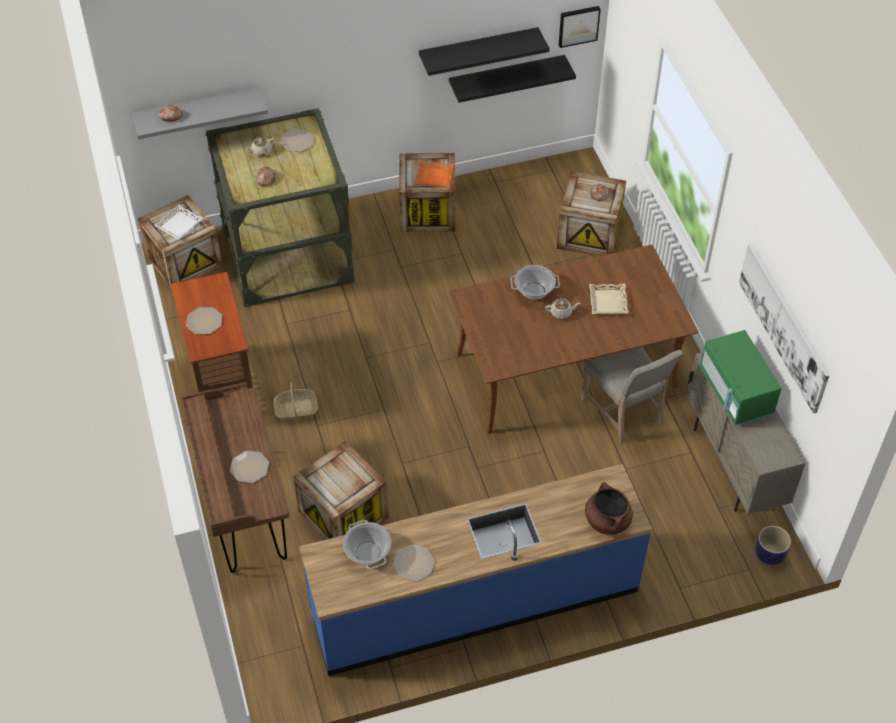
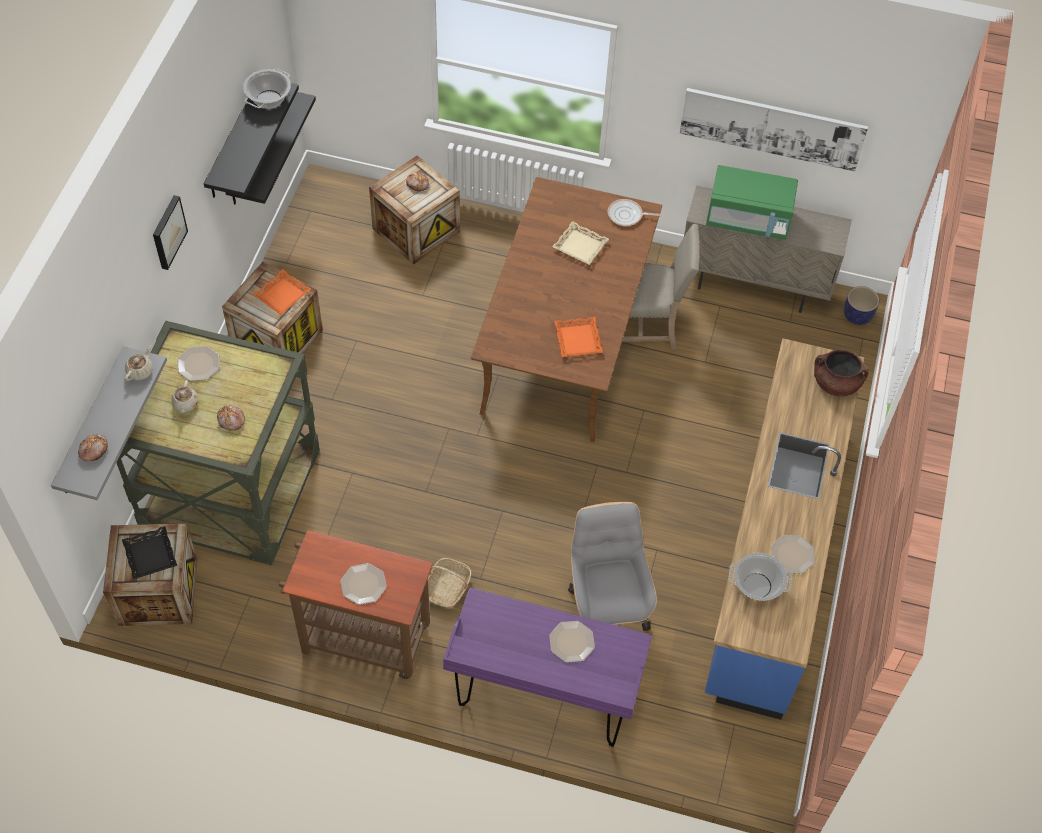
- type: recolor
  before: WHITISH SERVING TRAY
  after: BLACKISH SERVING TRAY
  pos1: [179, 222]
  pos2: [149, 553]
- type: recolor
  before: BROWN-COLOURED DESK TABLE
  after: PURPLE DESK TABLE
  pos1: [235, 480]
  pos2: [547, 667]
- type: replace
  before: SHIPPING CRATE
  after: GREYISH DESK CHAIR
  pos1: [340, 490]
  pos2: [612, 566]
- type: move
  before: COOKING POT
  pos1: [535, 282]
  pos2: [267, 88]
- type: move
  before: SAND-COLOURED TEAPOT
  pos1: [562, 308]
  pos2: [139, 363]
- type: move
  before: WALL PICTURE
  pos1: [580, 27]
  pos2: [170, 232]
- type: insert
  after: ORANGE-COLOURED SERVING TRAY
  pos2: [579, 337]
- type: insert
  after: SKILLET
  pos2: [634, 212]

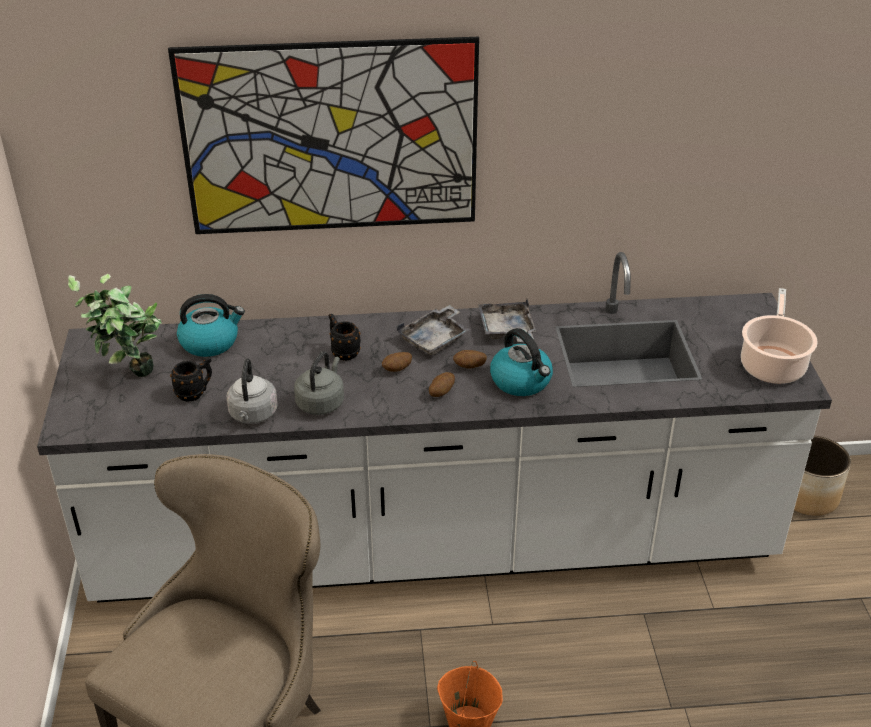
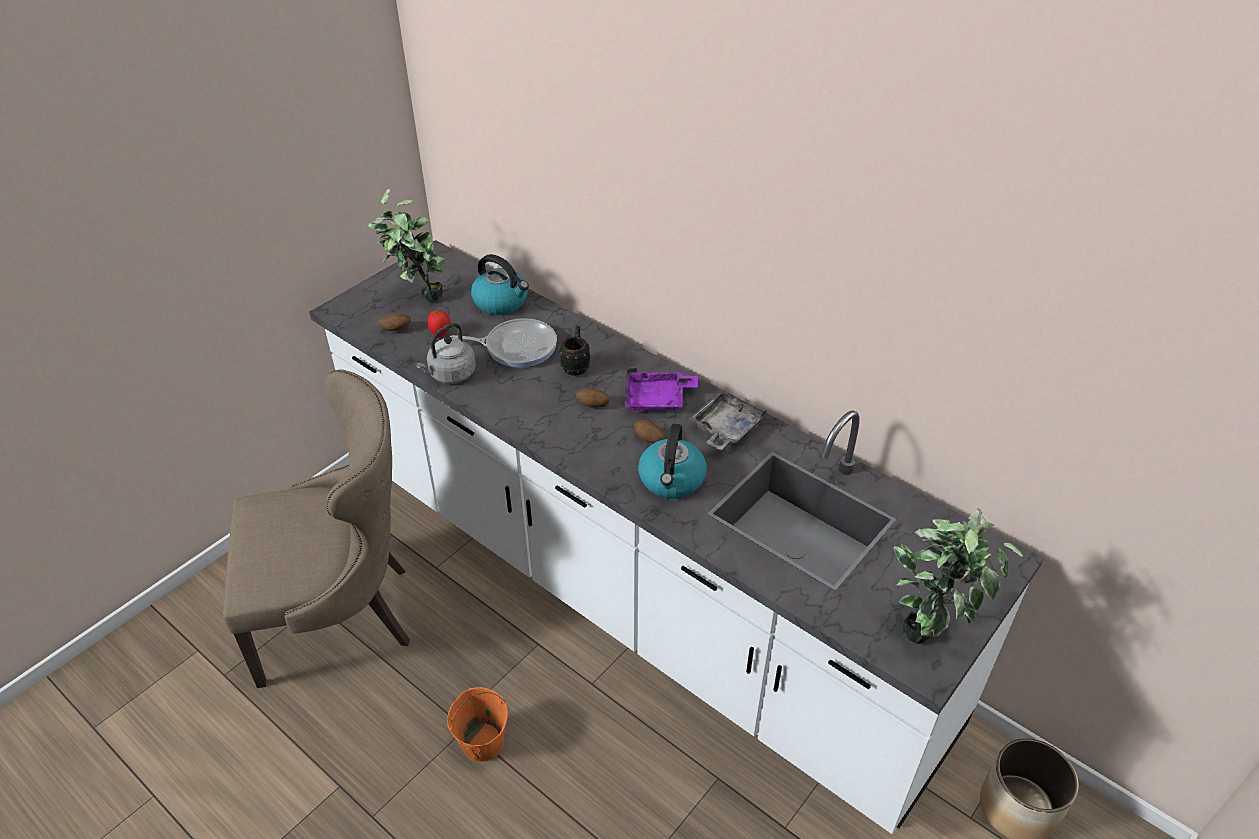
- type: delete
  before: WALL PICTURE
  pos1: [323, 135]
- type: replace
  before: BLACKISH TEA MUG
  after: FRESH TOMATO
  pos1: [191, 379]
  pos2: [439, 324]
- type: delete
  before: GREYISH KETTLE
  pos1: [319, 383]
- type: recolor
  before: GREYISH SERVING TRAY
  after: PURPLE SERVING TRAY
  pos1: [433, 330]
  pos2: [661, 389]
- type: move
  before: POTATO
  pos1: [442, 384]
  pos2: [395, 322]
- type: replace
  before: COOKING POT
  after: HOUSEPLANT
  pos1: [779, 336]
  pos2: [958, 576]
- type: insert
  after: SKILLET
  pos2: [503, 343]

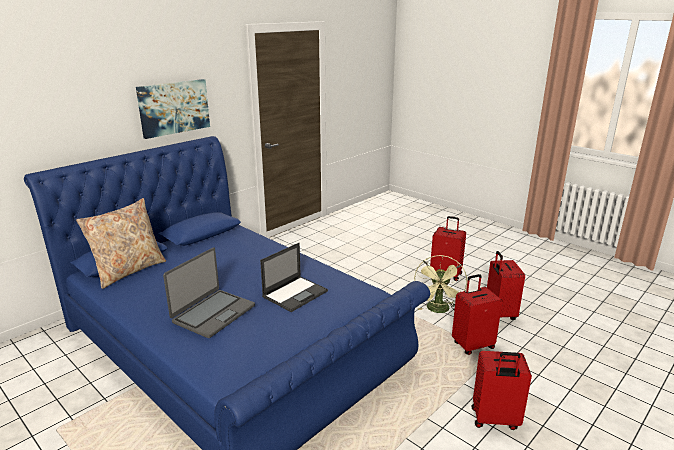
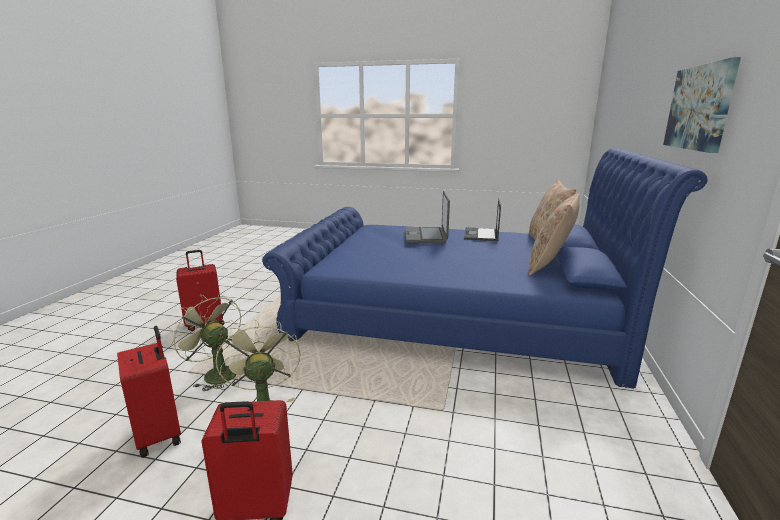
- type: move
  before: NOTEBOOK COMPUTER
  pos1: [294, 277]
  pos2: [482, 220]
- type: replace
  before: REDDISH PIECE OF LUGGAGE
  after: GREEN-COLOURED COOLING FAN
  pos1: [477, 314]
  pos2: [205, 342]
- type: insert
  after: SAND-COLOURED CUSHION
  pos2: [554, 234]

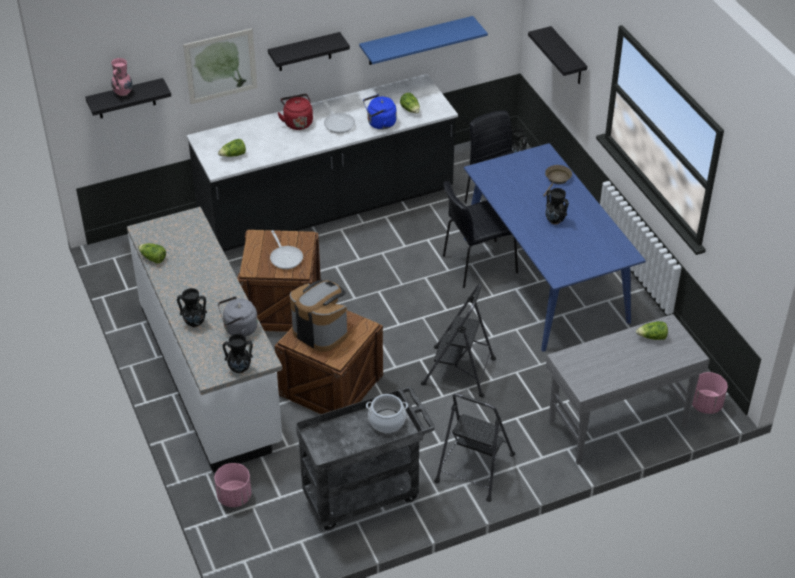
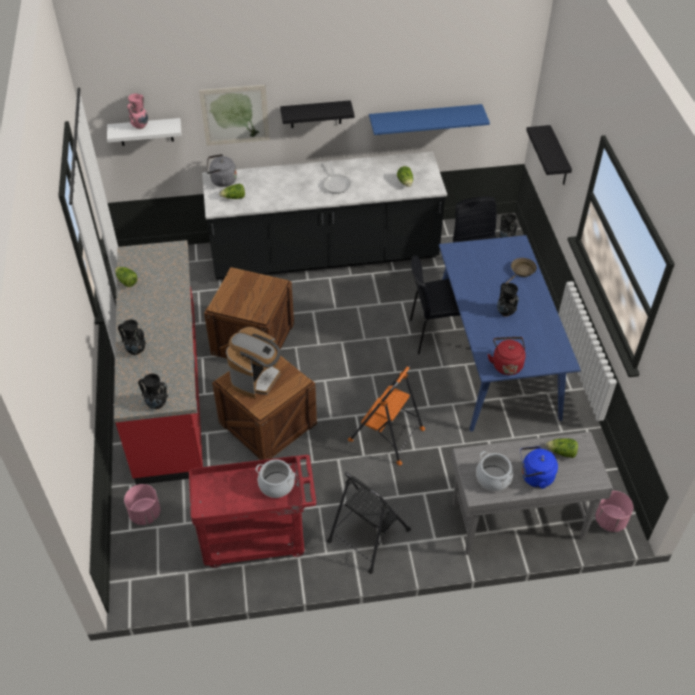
- type: recolor
  before: BLACKISH BRACKET SHELF
  after: WHITISH BRACKET SHELF
  pos1: [128, 98]
  pos2: [144, 132]
- type: recolor
  before: WHITISH KITCHEN COUNTER
  after: REDDISH KITCHEN COUNTER
  pos1: [205, 339]
  pos2: [158, 362]
- type: move
  before: GREYISH KETTLE
  pos1: [238, 316]
  pos2: [221, 170]
- type: delete
  before: SKILLET
  pos1: [286, 249]
- type: move
  before: REDDISH KETTLE
  pos1: [295, 112]
  pos2: [507, 356]
- type: rotate
  before: COFFEE MACHINE
  pos1: [319, 316]
  pos2: [253, 362]
  turn: 60
- type: recolor
  before: BLACKISH WHEELED CART
  after: REDDISH WHEELED CART
  pos1: [365, 459]
  pos2: [252, 511]
- type: move
  before: BLUE-COLOURED KETTLE
  pos1: [380, 112]
  pos2: [539, 467]
- type: recolor
  before: BLACKISH STEP LADDER
  after: ORANGE-COLOURED STEP LADDER
  pos1: [458, 340]
  pos2: [386, 414]
- type: insert
  after: COOKING POT
  pos2: [494, 471]

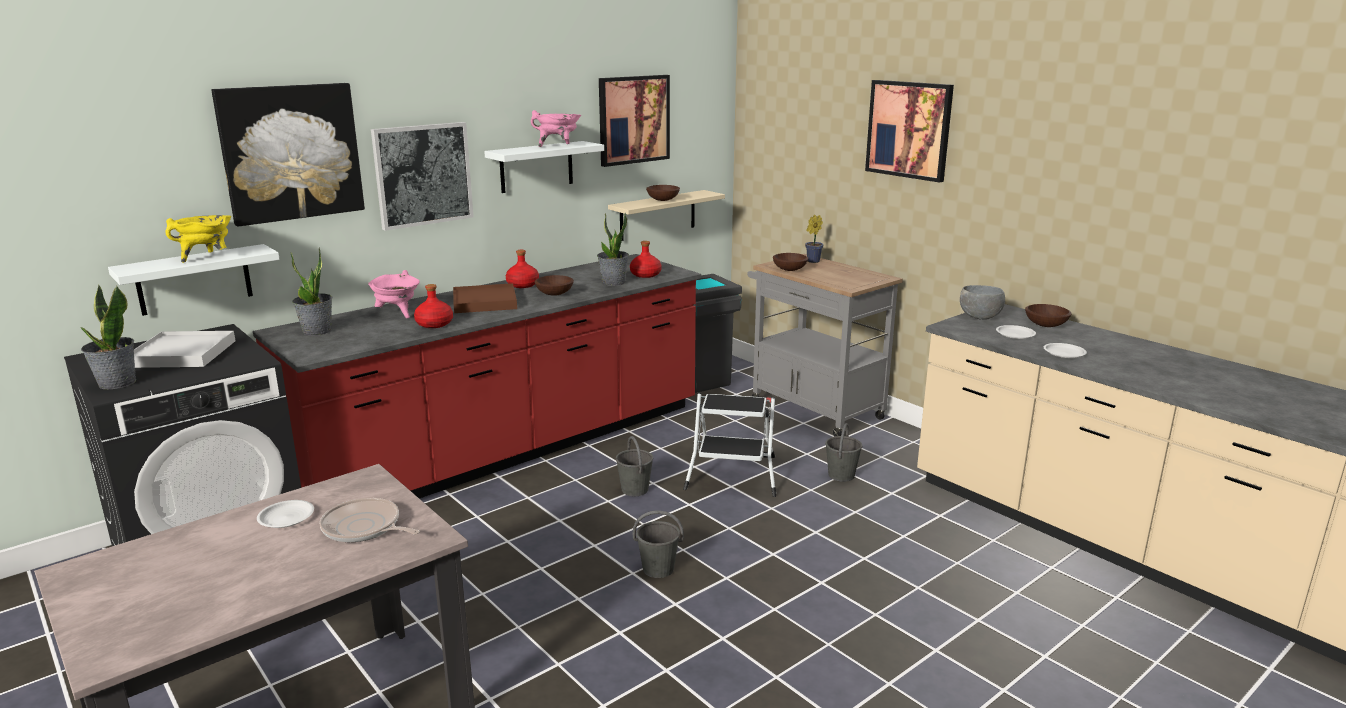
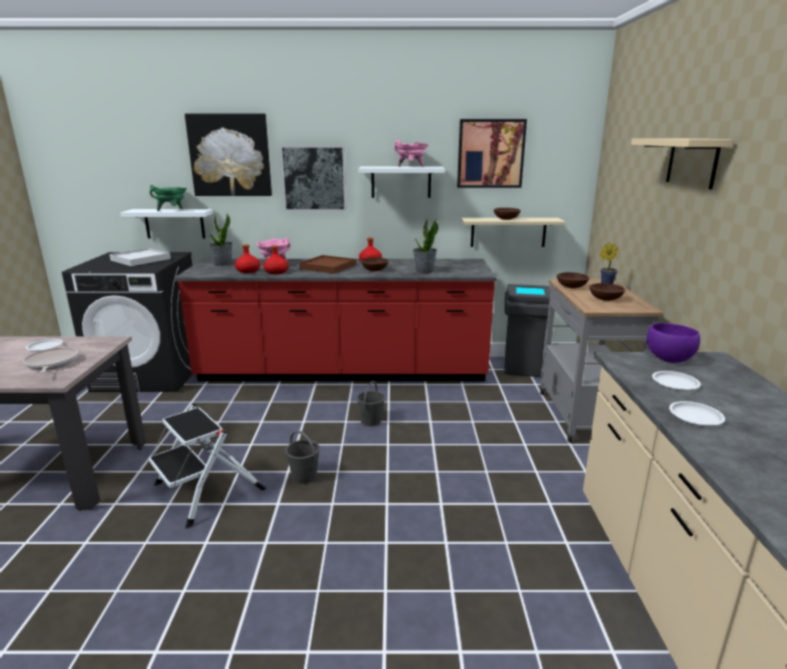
- type: delete
  before: HOUSEPLANT
  pos1: [108, 336]
- type: recolor
  before: YELLOWISH COOKING POT
  after: GREEN-COLOURED COOKING POT
  pos1: [198, 239]
  pos2: [168, 198]
- type: move
  before: REDDISH DRINK BOTTLE
  pos1: [646, 259]
  pos2: [247, 258]
- type: move
  before: STEP LADDER
  pos1: [729, 444]
  pos2: [207, 466]
- type: delete
  before: GREYISH PAIL
  pos1: [843, 452]
- type: replace
  before: WALL PICTURE
  after: SAND-COLOURED BRACKET SHELF
  pos1: [909, 131]
  pos2: [682, 163]
- type: recolor
  before: GREYISH BOWL
  after: PURPLE BOWL
  pos1: [982, 302]
  pos2: [673, 343]
- type: move
  before: BROWN-COLOURED BOWL
  pos1: [1048, 315]
  pos2: [607, 292]

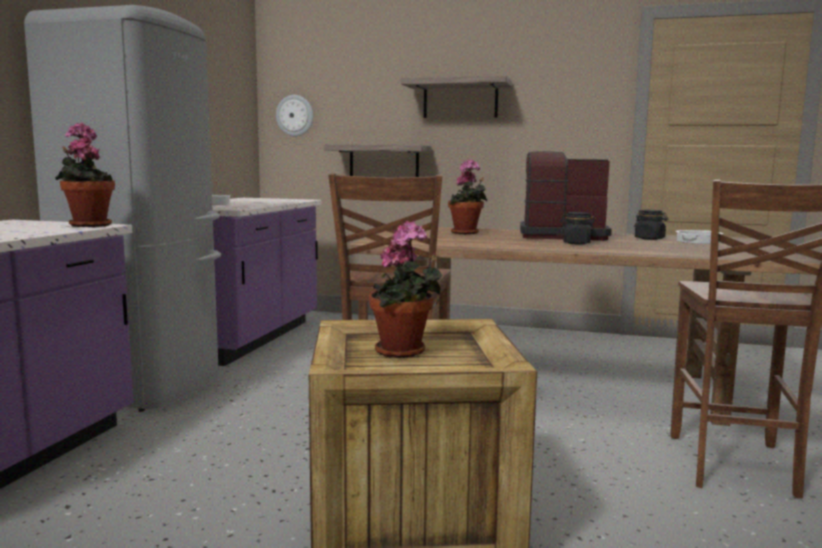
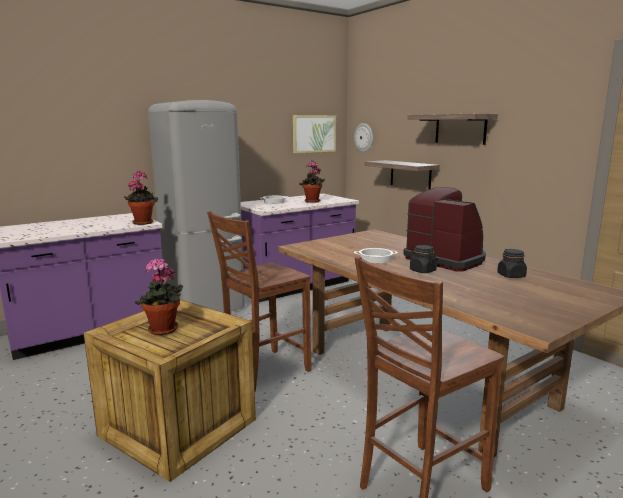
- type: move
  before: HOUSEPLANT
  pos1: [467, 196]
  pos2: [312, 181]
- type: move
  before: COOKING POT
  pos1: [699, 237]
  pos2: [376, 255]
- type: insert
  after: WALL PICTURE
  pos2: [314, 134]

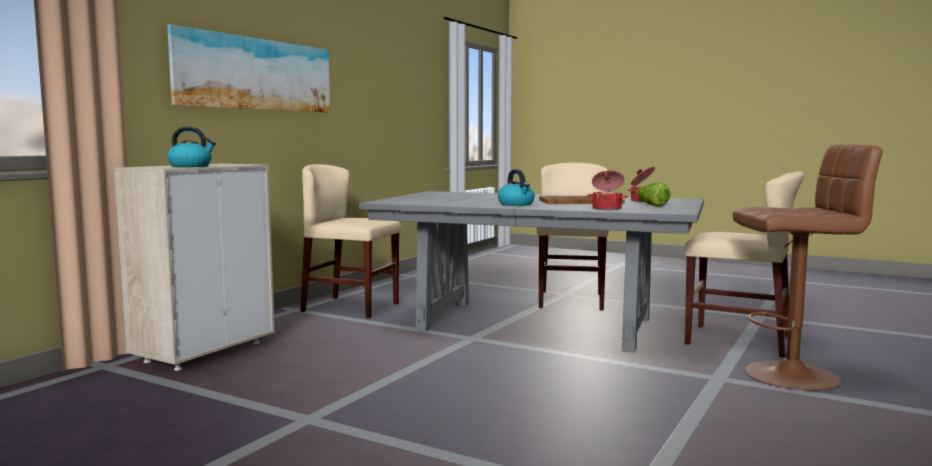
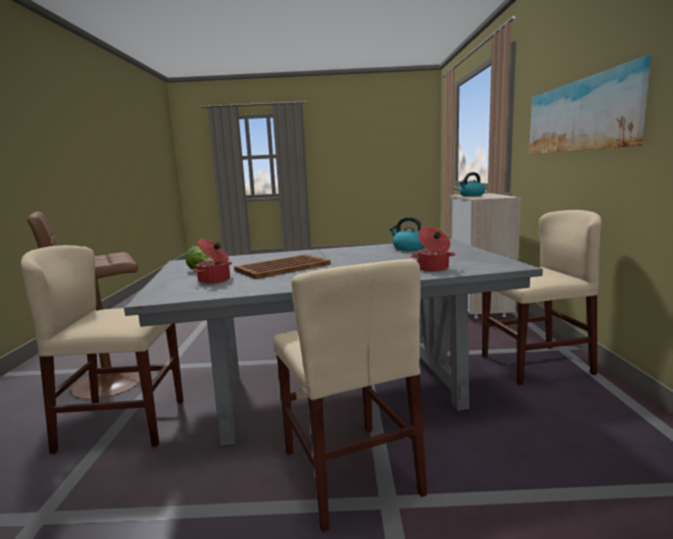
- type: move
  before: KETTLE
  pos1: [516, 187]
  pos2: [407, 234]
- type: move
  before: COOKING POT
  pos1: [607, 190]
  pos2: [433, 249]

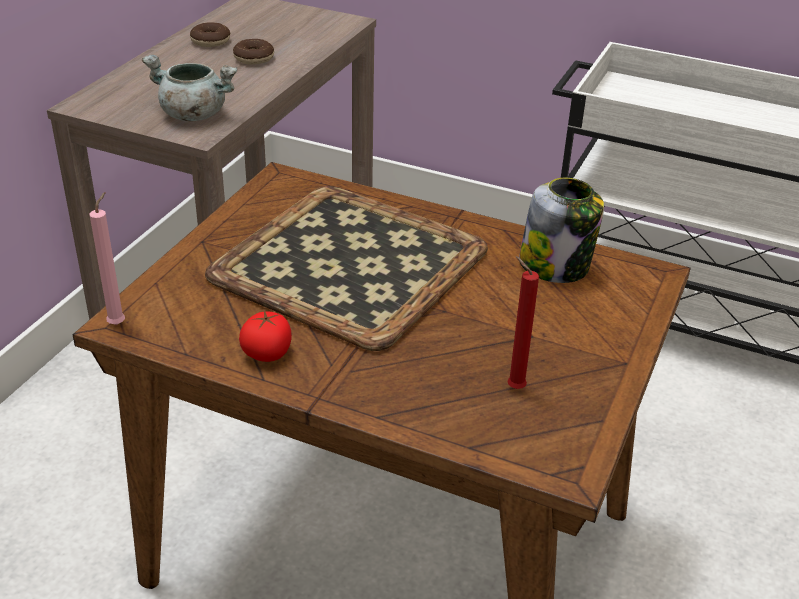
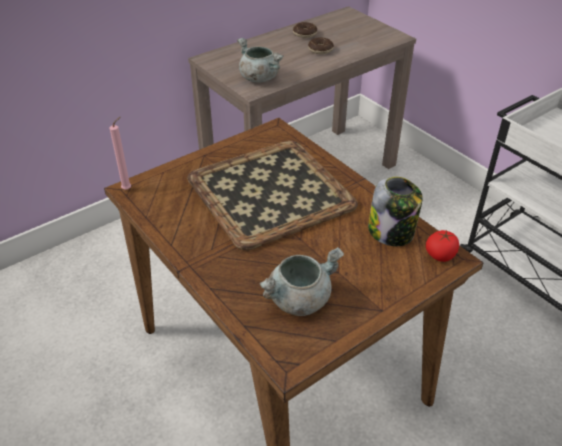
- type: move
  before: FRESH TOMATO
  pos1: [265, 336]
  pos2: [442, 246]
- type: replace
  before: REDDISH CANDLE
  after: GREYISH COOKING POT
  pos1: [523, 322]
  pos2: [301, 281]

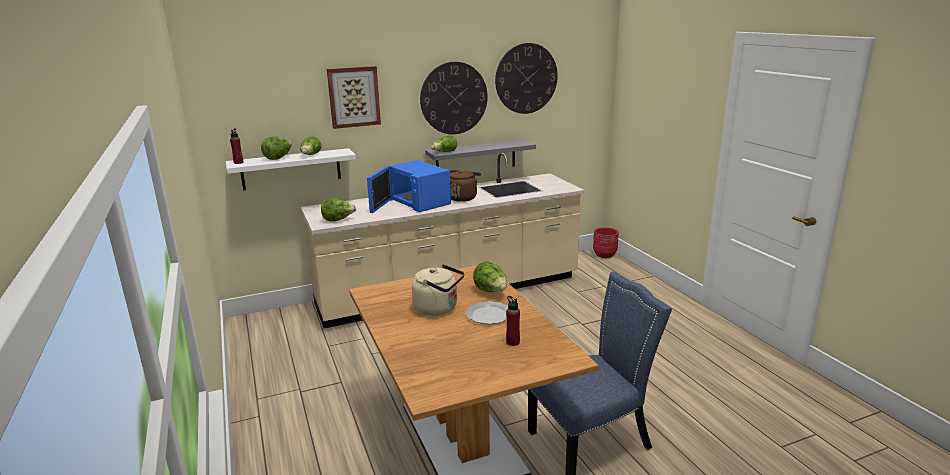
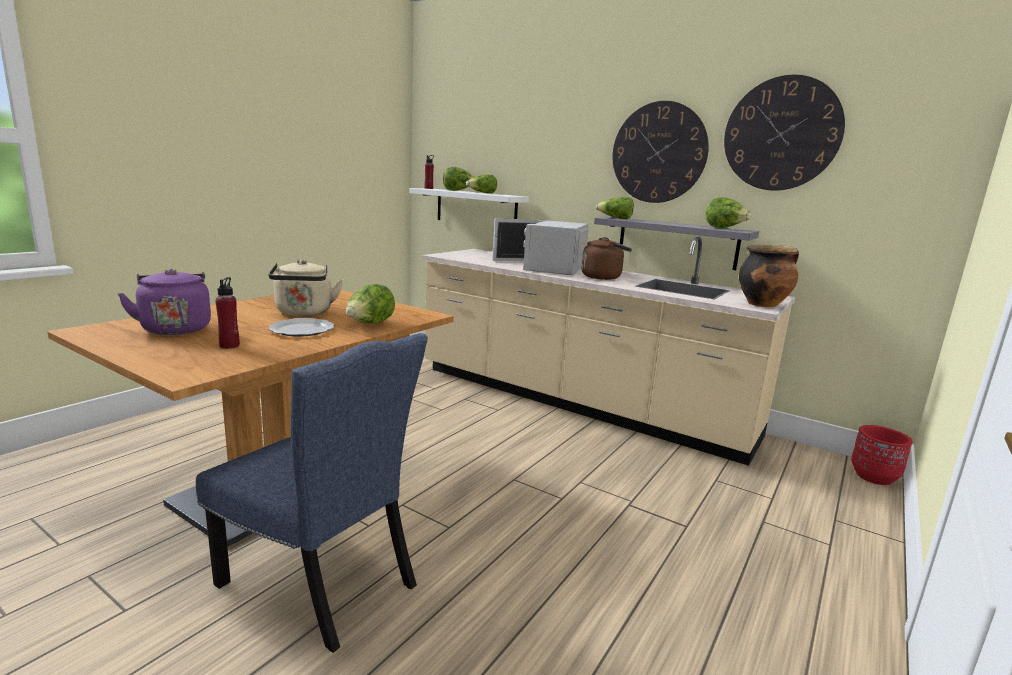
- type: move
  before: LETTUCE HEAD
  pos1: [338, 210]
  pos2: [728, 212]
- type: delete
  before: WALL PICTURE
  pos1: [354, 97]
- type: recolor
  before: BLUE-COLOURED KITCHEN MICROWAVE
  after: WHITISH KITCHEN MICROWAVE
  pos1: [409, 186]
  pos2: [540, 246]
- type: insert
  after: PURPLE KETTLE
  pos2: [164, 302]
- type: insert
  after: COOKING POT
  pos2: [769, 276]

